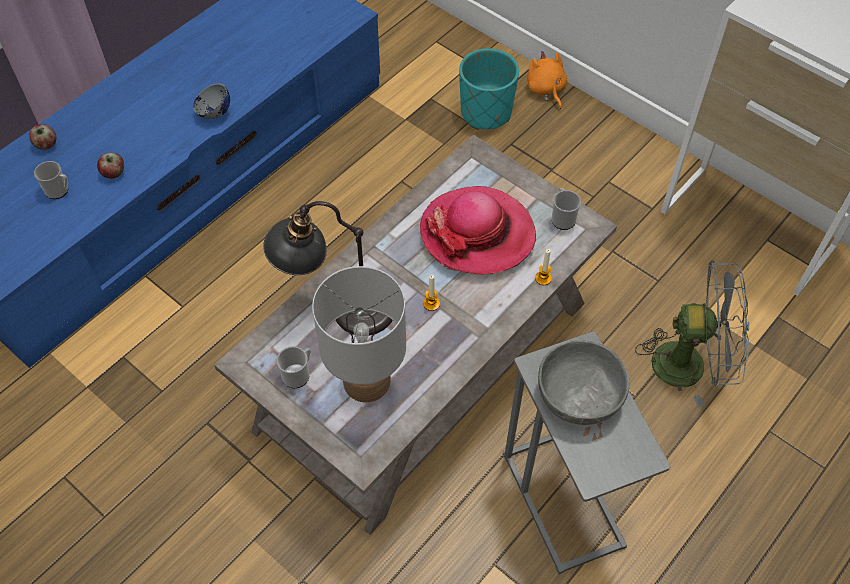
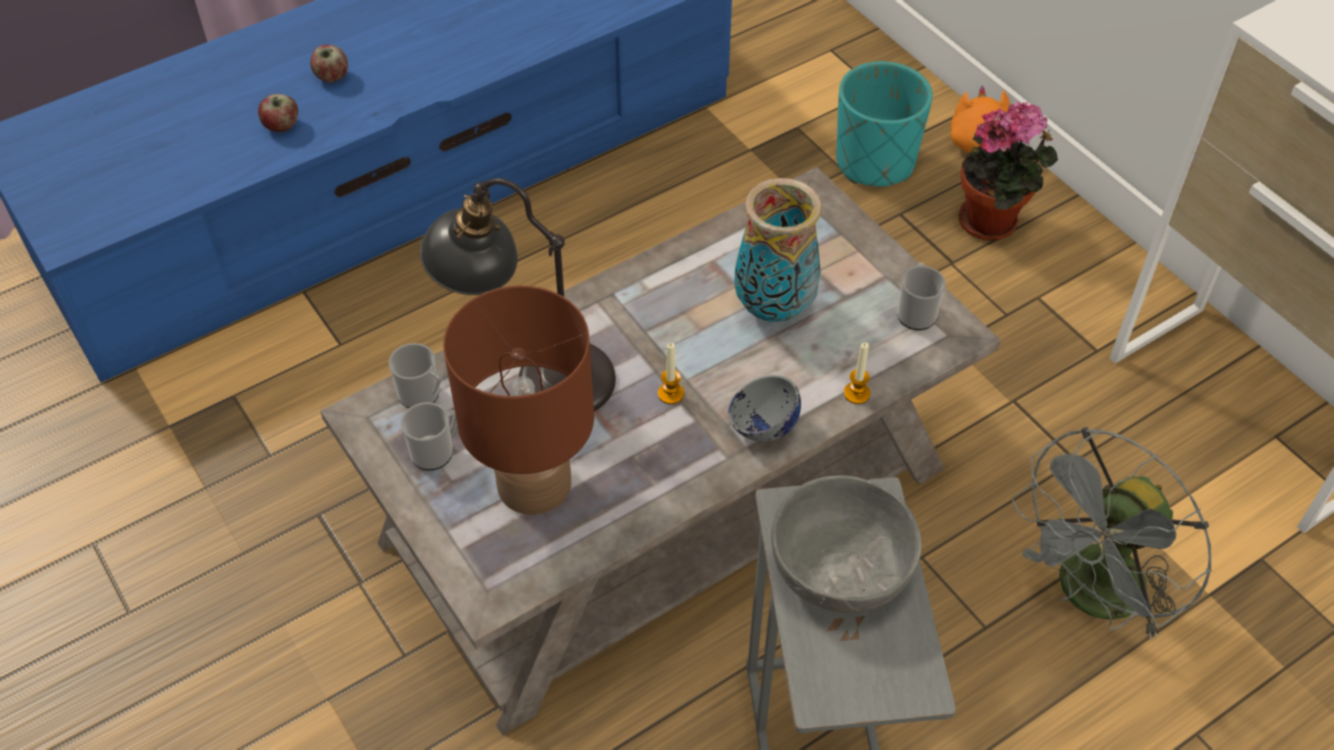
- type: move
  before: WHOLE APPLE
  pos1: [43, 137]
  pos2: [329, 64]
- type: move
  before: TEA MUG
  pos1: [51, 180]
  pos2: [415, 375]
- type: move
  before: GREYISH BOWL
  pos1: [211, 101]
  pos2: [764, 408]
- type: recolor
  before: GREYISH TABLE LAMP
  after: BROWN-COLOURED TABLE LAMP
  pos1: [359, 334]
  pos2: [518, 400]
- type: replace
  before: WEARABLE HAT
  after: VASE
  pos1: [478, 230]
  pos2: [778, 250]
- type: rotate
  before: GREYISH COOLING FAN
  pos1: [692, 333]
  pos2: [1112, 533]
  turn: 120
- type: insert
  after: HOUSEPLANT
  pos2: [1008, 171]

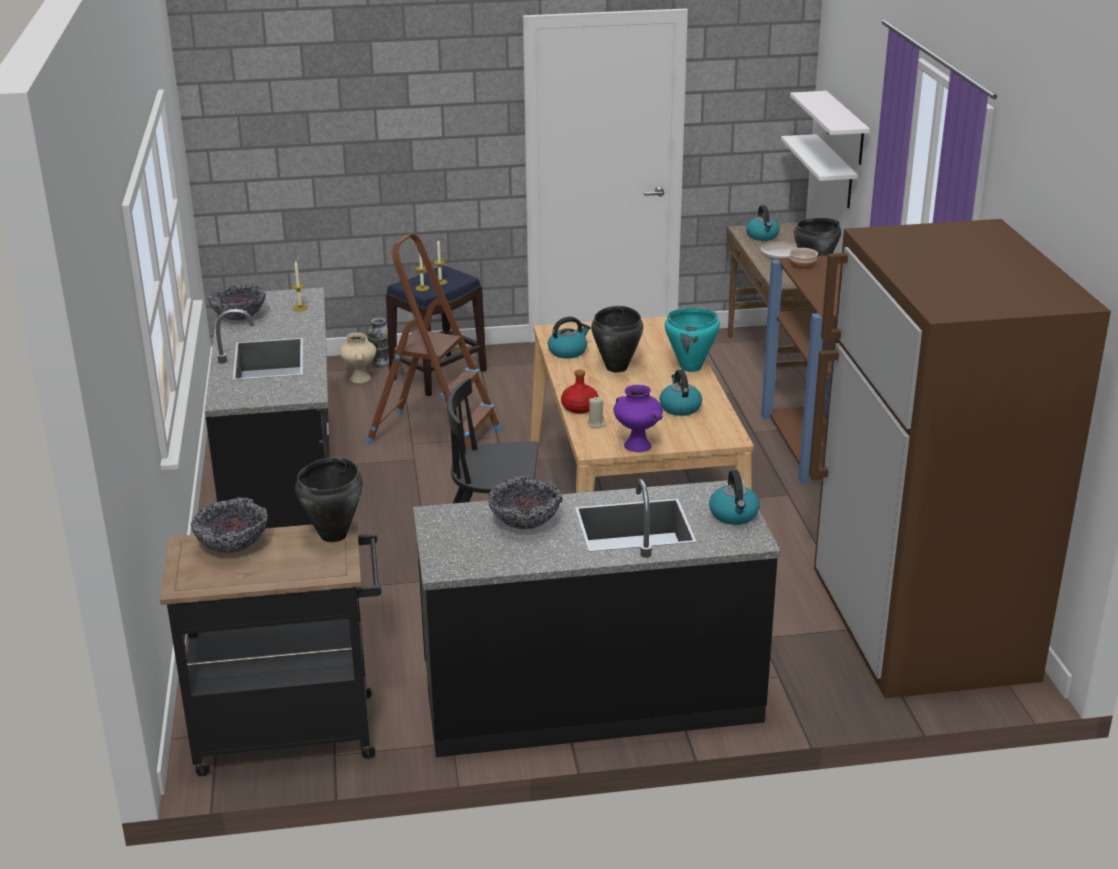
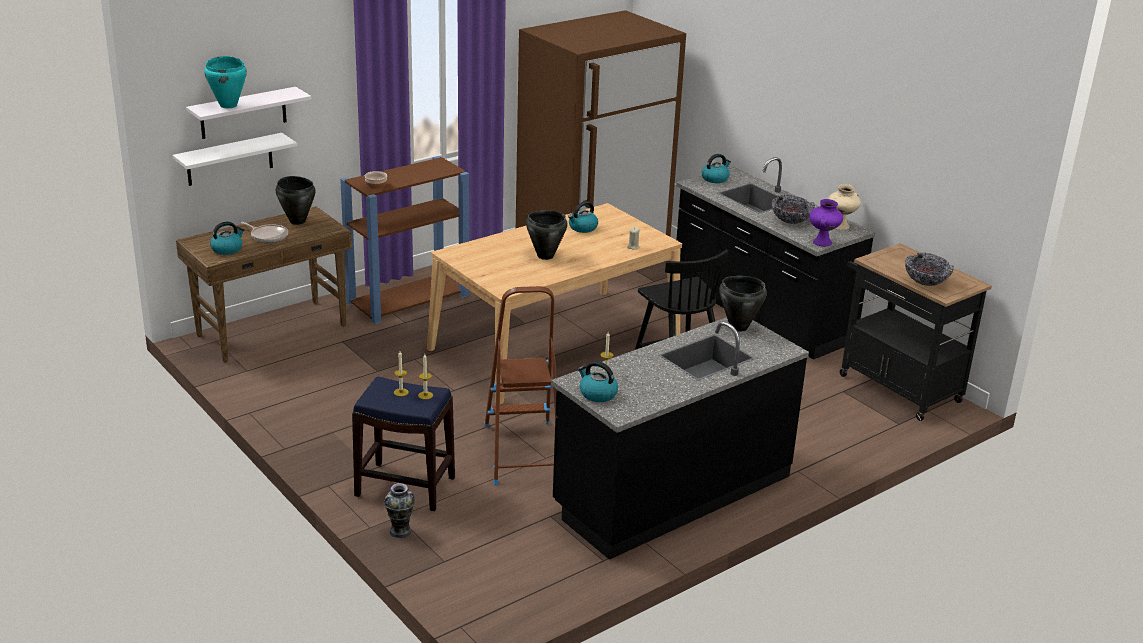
- type: delete
  before: BOWL
  pos1: [237, 302]
- type: move
  before: BLACKISH COOKING POT
  pos1: [329, 499]
  pos2: [743, 304]
- type: move
  before: SAND-COLOURED VASE
  pos1: [358, 357]
  pos2: [844, 207]
- type: move
  before: KETTLE
  pos1: [569, 338]
  pos2: [598, 381]
- type: delete
  before: REDDISH DRINK BOTTLE
  pos1: [580, 392]
- type: move
  before: PURPLE VASE
  pos1: [638, 418]
  pos2: [826, 222]
- type: move
  before: TURQUOISE COOKING POT
  pos1: [692, 340]
  pos2: [225, 82]

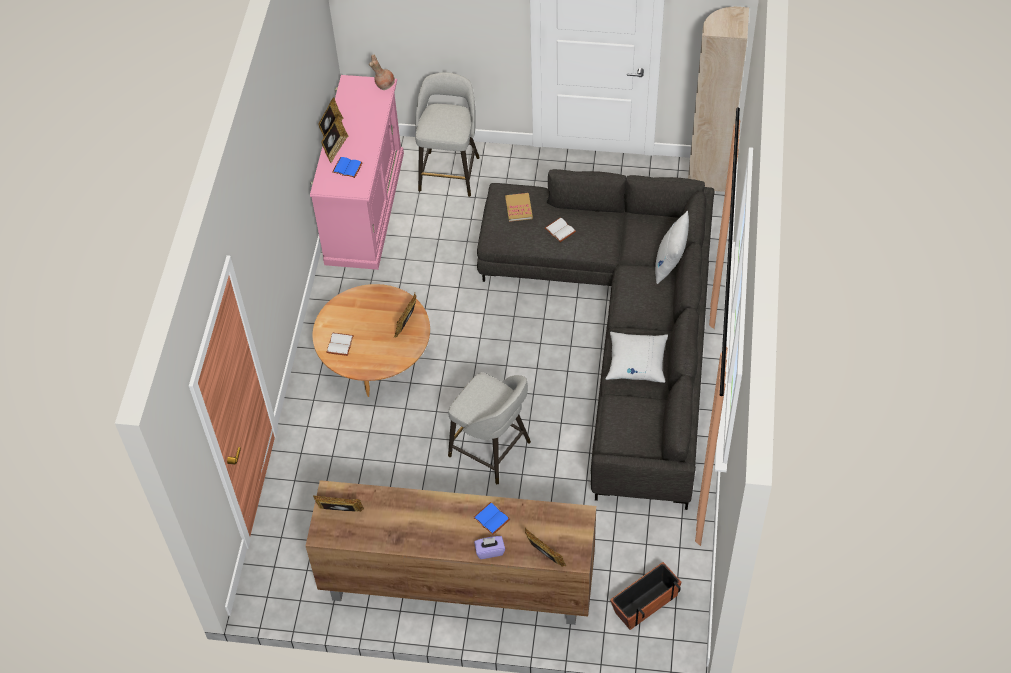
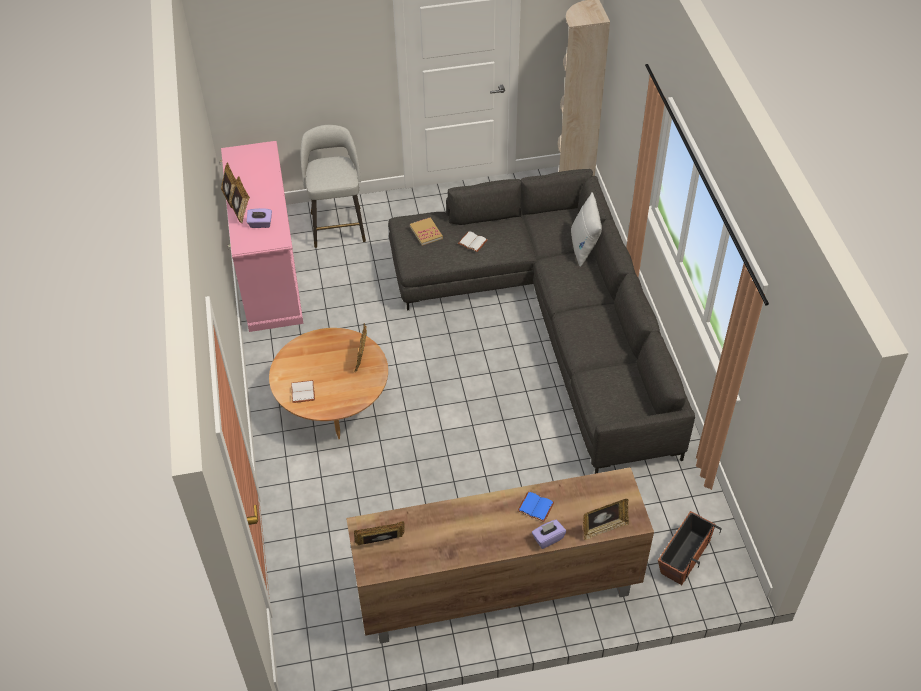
- type: replace
  before: BLUE-COLOURED BOUND BOOK
  after: PURPLE BOX OF TISSUES
  pos1: [347, 167]
  pos2: [259, 218]
- type: delete
  before: BROWN-COLOURED VASE
  pos1: [382, 72]
- type: delete
  before: GREYISH STOOL SEAT
  pos1: [489, 428]
- type: rotate
  before: STANDING FRAME
  pos1: [545, 547]
  pos2: [606, 519]
  turn: 135
- type: delete
  before: GREYISH CUSHION
  pos1: [637, 357]

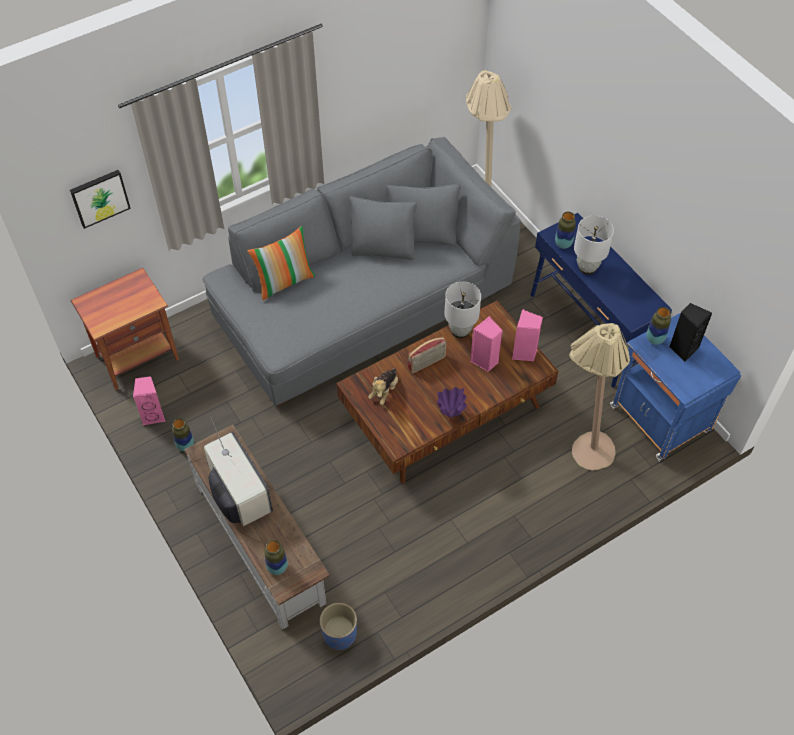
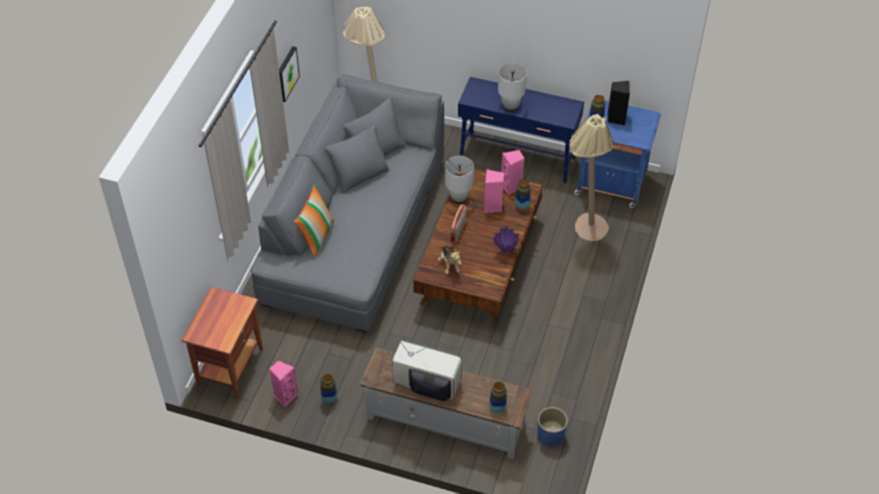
- type: move
  before: WALL PICTURE
  pos1: [100, 199]
  pos2: [289, 74]
- type: move
  before: VASE
  pos1: [565, 230]
  pos2: [523, 194]

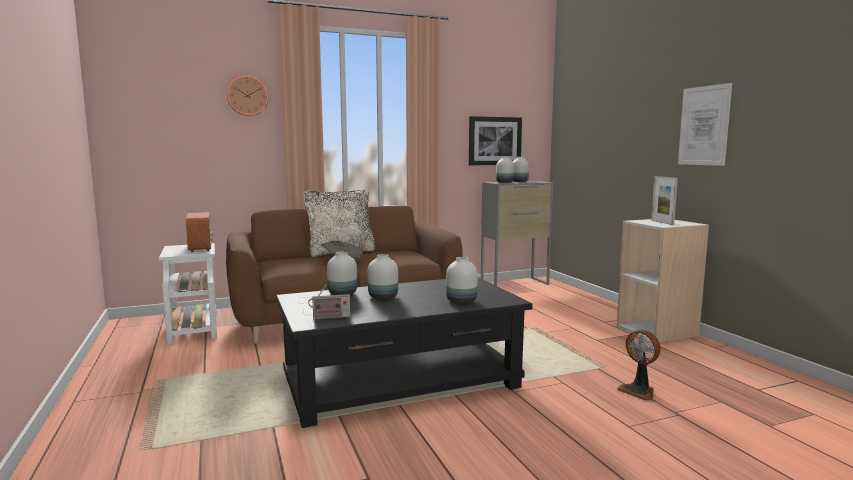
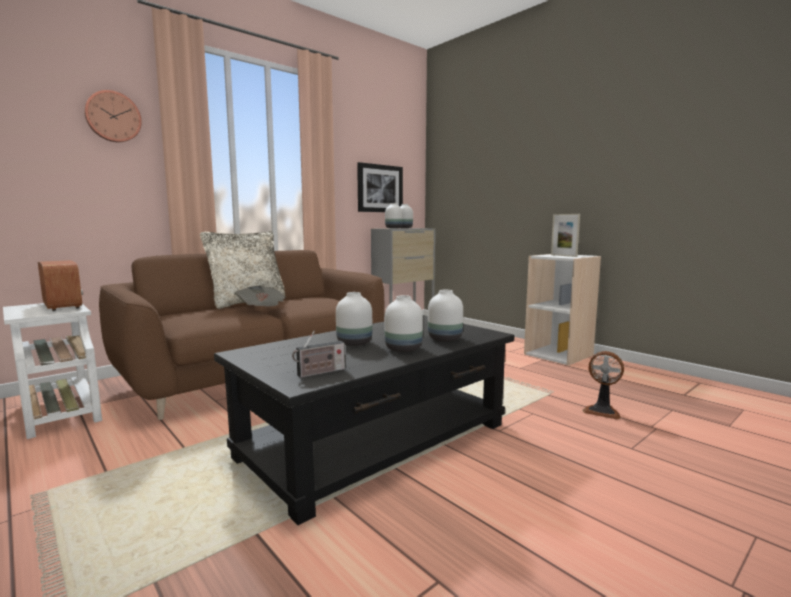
- type: move
  before: WHITISH VASE
  pos1: [342, 273]
  pos2: [403, 323]
- type: delete
  before: WALL PICTURE
  pos1: [705, 124]

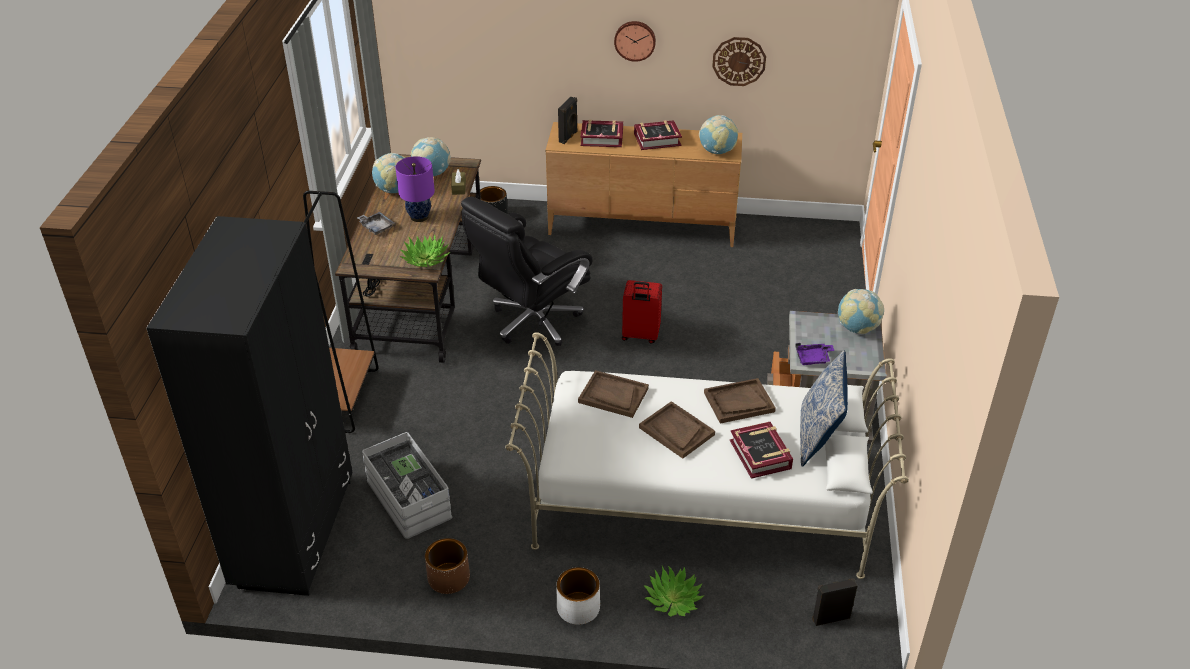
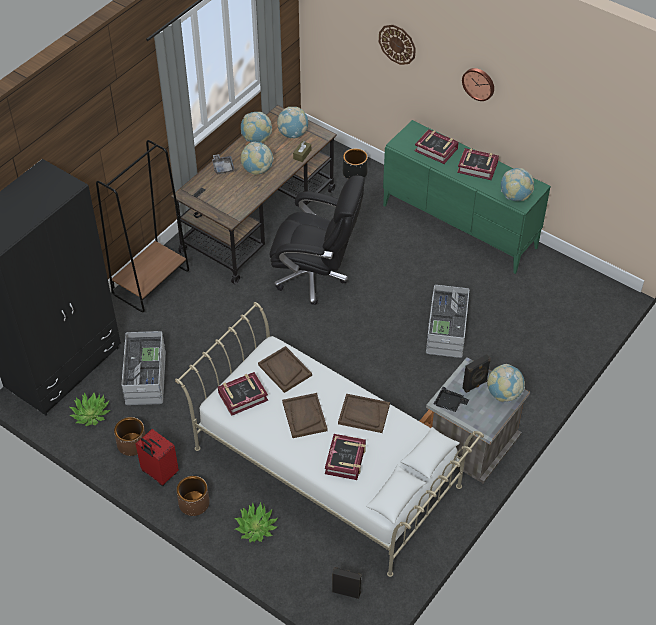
- type: replace
  before: PURPLE TABLE LAMP
  after: WORLD GLOBE
  pos1: [415, 189]
  pos2: [257, 158]
- type: move
  before: HOUSEPLANT
  pos1: [424, 250]
  pos2: [89, 410]
- type: rotate
  before: BLACKISH DESK CHAIR
  pos1: [527, 271]
  pos2: [317, 240]
  turn: -150
- type: recolor
  before: BROWN-COLOURED DRAWER CHEST
  after: GREEN-COLOURED DRAWER CHEST
  pos1: [644, 184]
  pos2: [467, 197]
- type: recolor
  before: WHITISH FLOWER POT
  after: BROWN-COLOURED FLOWER POT
  pos1: [578, 596]
  pos2: [193, 496]
- type: move
  before: BLACKISH SPEAKER
  pos1: [568, 120]
  pos2: [477, 373]
- type: move
  before: REDDISH PIECE OF LUGGAGE
  pos1: [642, 312]
  pos2: [157, 457]
- type: move
  before: CLOCK ON THE WALL
  pos1: [739, 61]
  pos2: [397, 45]
- type: recolor
  before: PURPLE SERVING TRAY
  after: BLACKISH SERVING TRAY
  pos1: [814, 354]
  pos2: [451, 399]
- type: delete
  before: CUSHION
  pos1: [824, 408]
- type: insert
  after: BOUND BOOK
  pos2: [243, 394]
- type: insert
  after: GREYISH STORAGE BOX
  pos2: [447, 321]

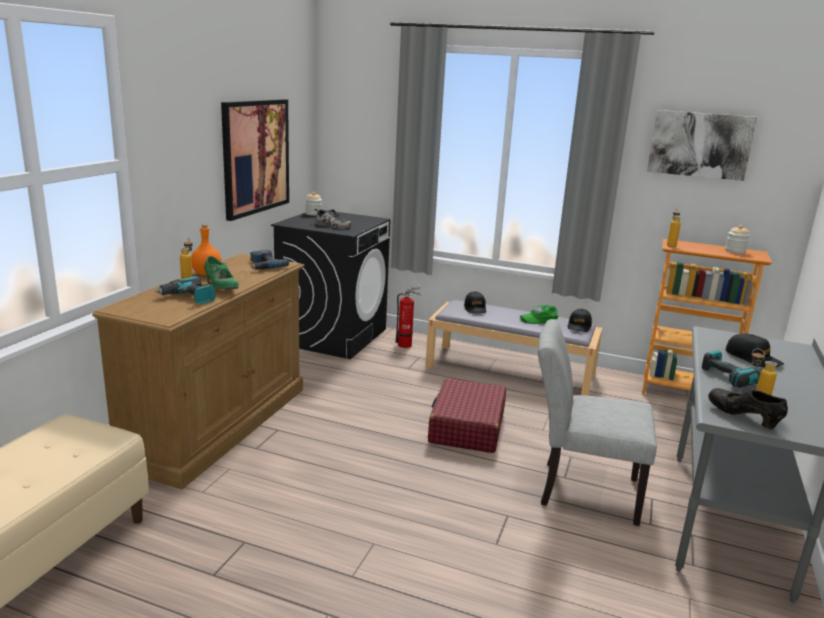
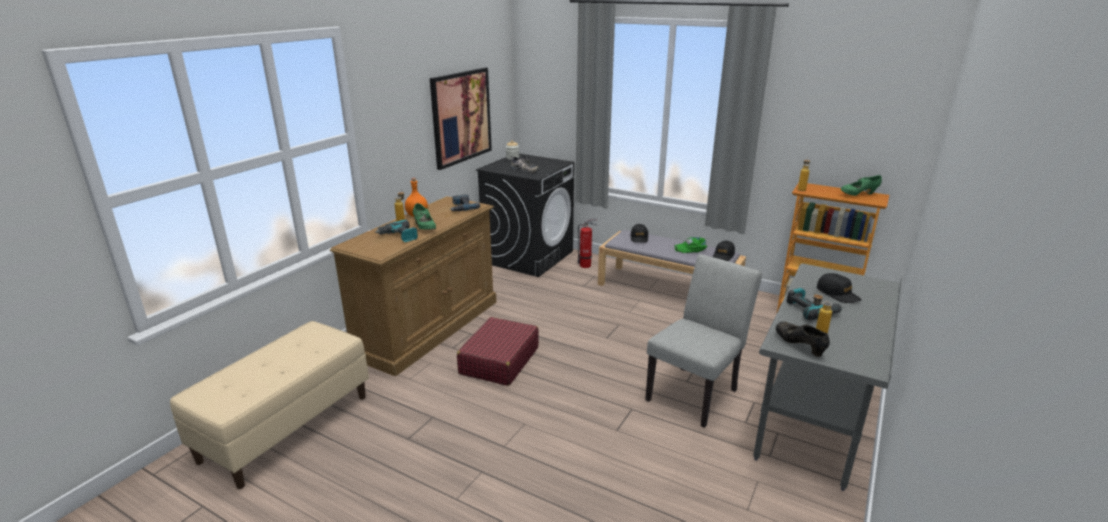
- type: move
  before: REDDISH PIECE OF LUGGAGE
  pos1: [467, 415]
  pos2: [498, 351]
- type: rotate
  before: GREYISH UPRIGHT CHAIR
  pos1: [597, 422]
  pos2: [703, 341]
  turn: 105
- type: delete
  before: WALL PICTURE
  pos1: [702, 145]
- type: replace
  before: PRESERVE JAR
  after: GREEN-COLOURED LOW SHOE
  pos1: [737, 239]
  pos2: [861, 185]

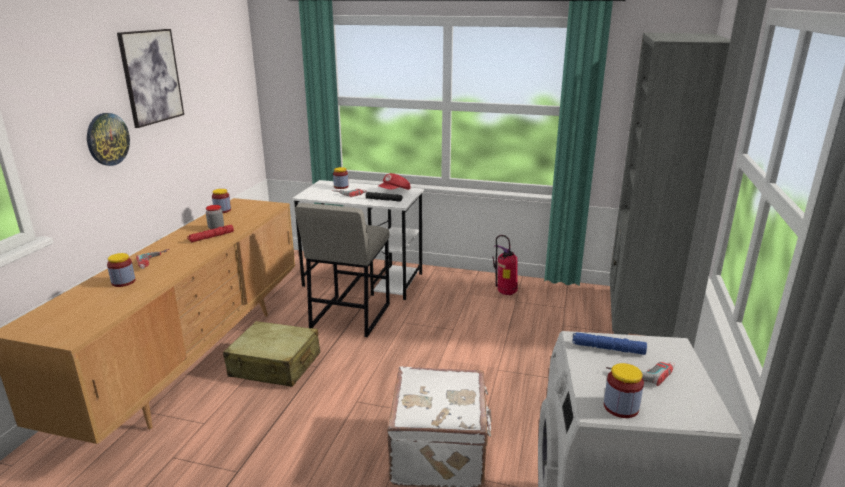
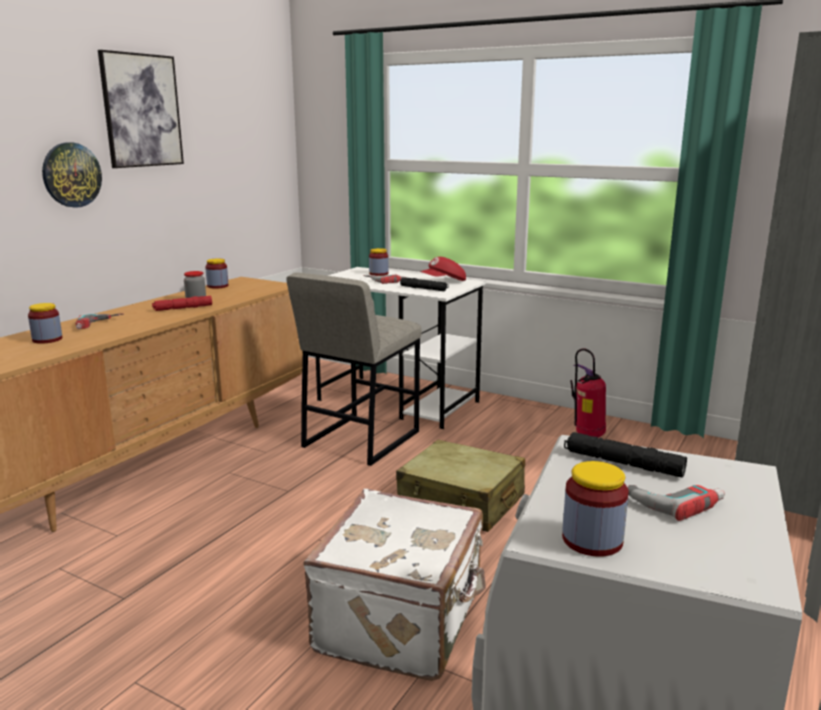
- type: move
  before: SAND-COLOURED PIECE OF LUGGAGE
  pos1: [271, 354]
  pos2: [460, 486]
- type: recolor
  before: BLUE-COLOURED HAND TORCH
  after: BLACKISH HAND TORCH
  pos1: [609, 343]
  pos2: [625, 455]

